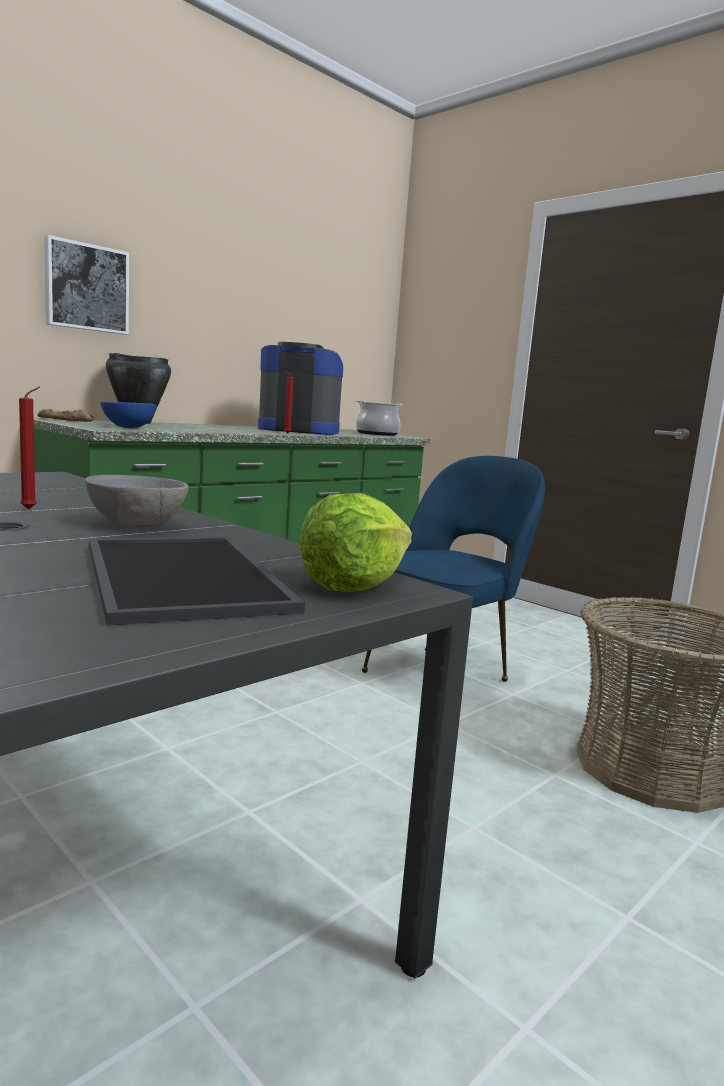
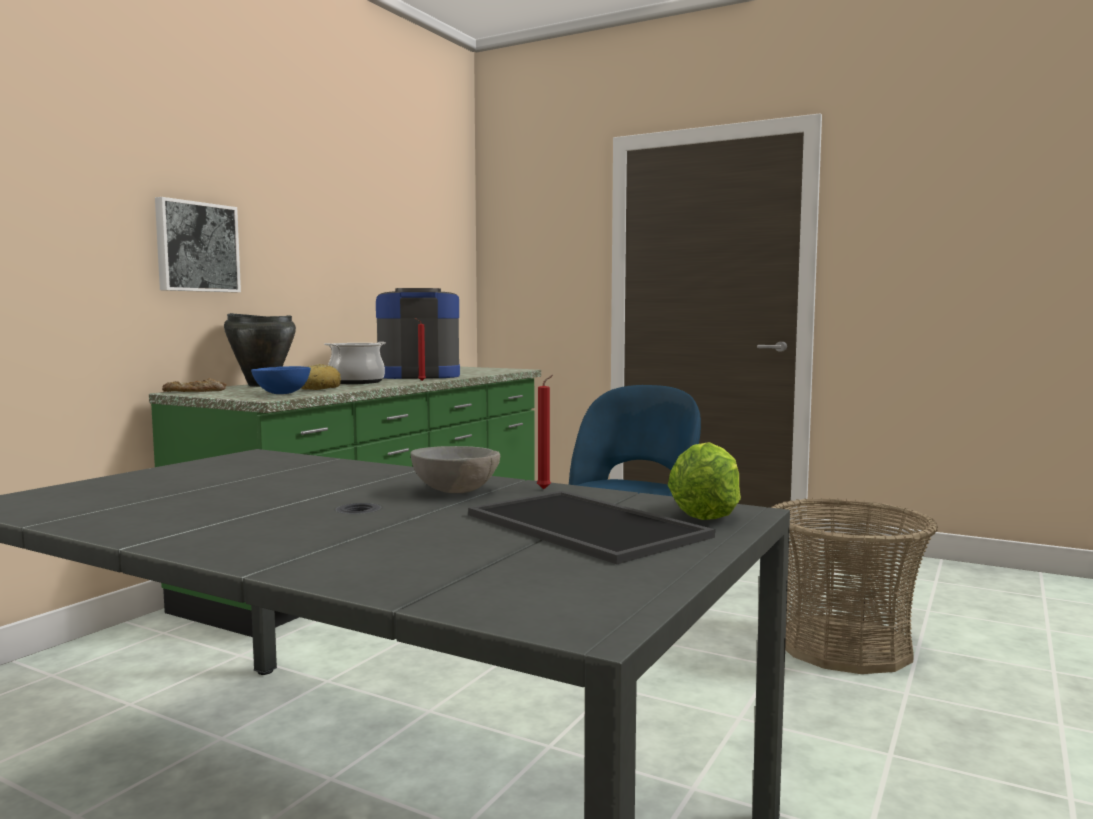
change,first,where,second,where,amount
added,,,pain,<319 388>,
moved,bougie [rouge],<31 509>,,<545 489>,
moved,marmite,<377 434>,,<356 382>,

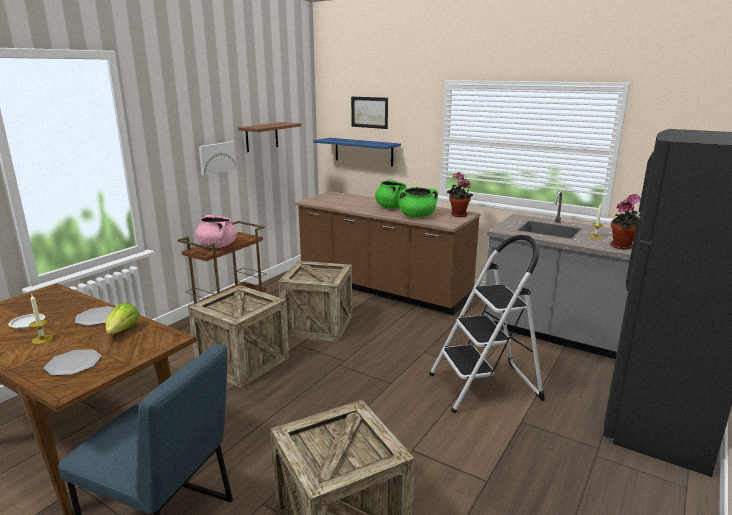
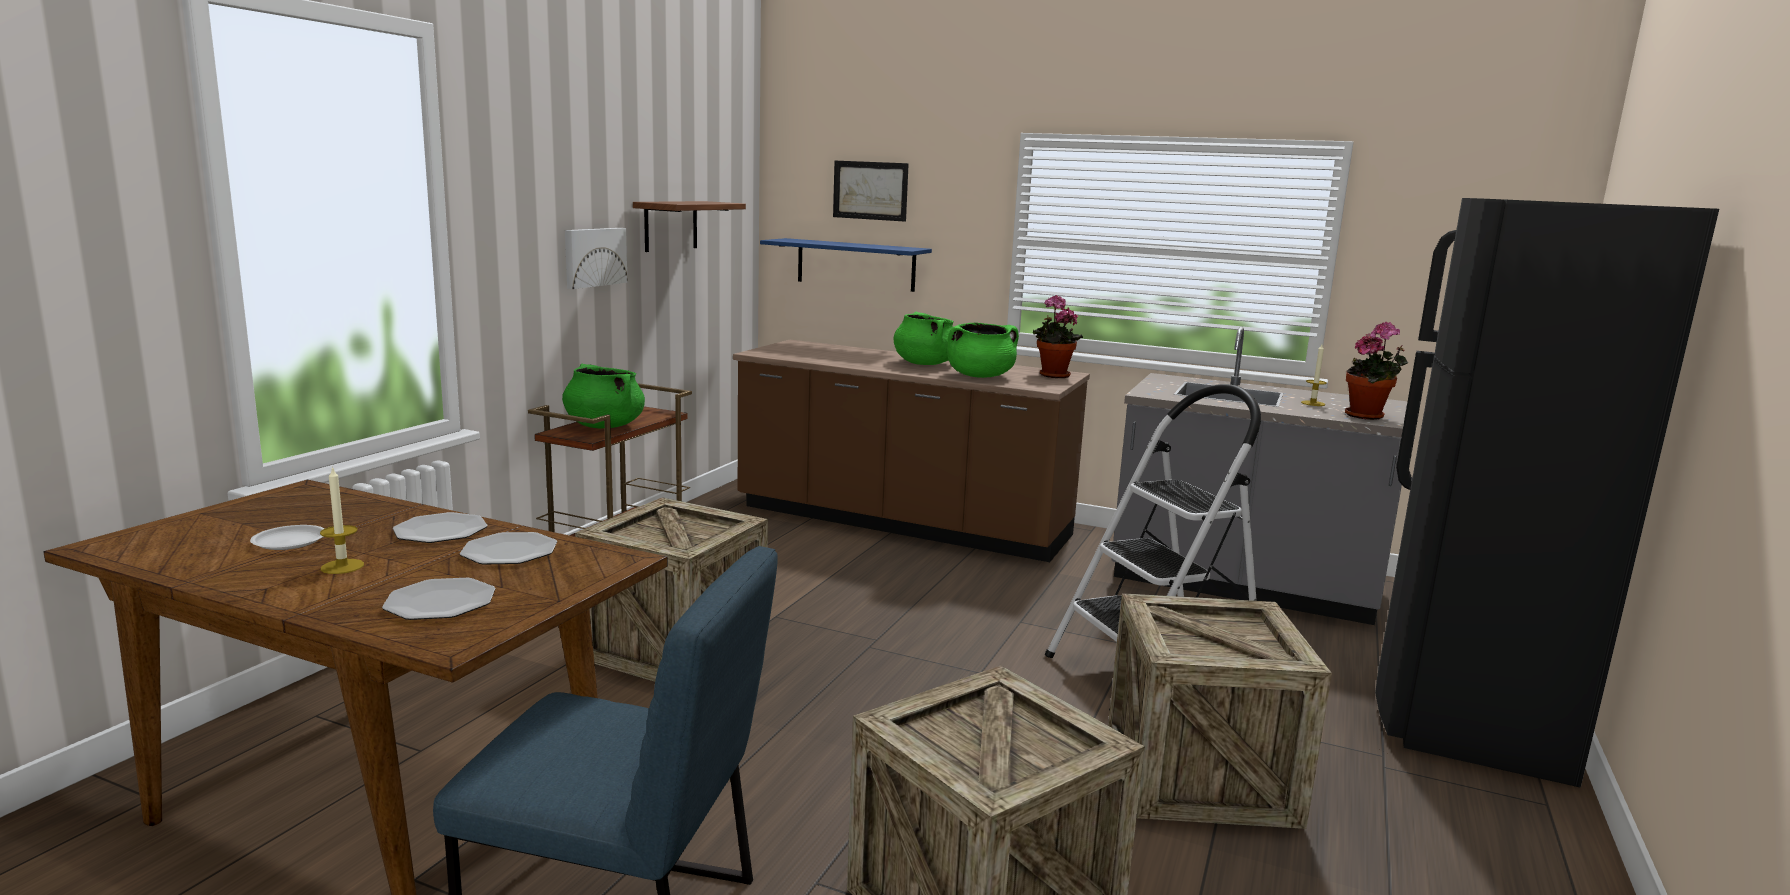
change,first,where,second,where,amount
moved,caisse,<318 325>,,<1199 775>,
replaced,laitue,<122 332>,assiette,<509 551>,
recoloured,marmite [rose],<217 246>,marmite [vert],<604 426>,

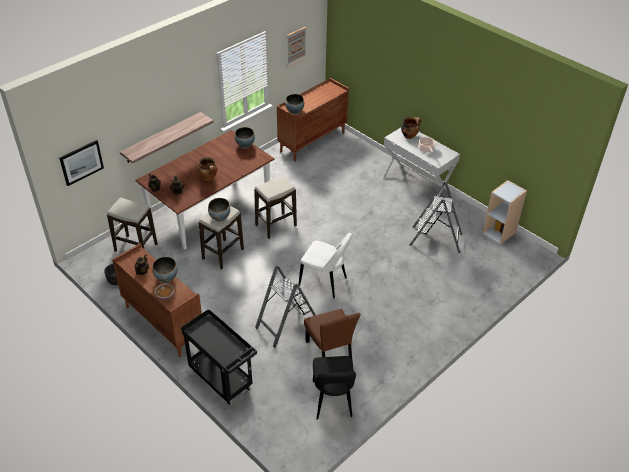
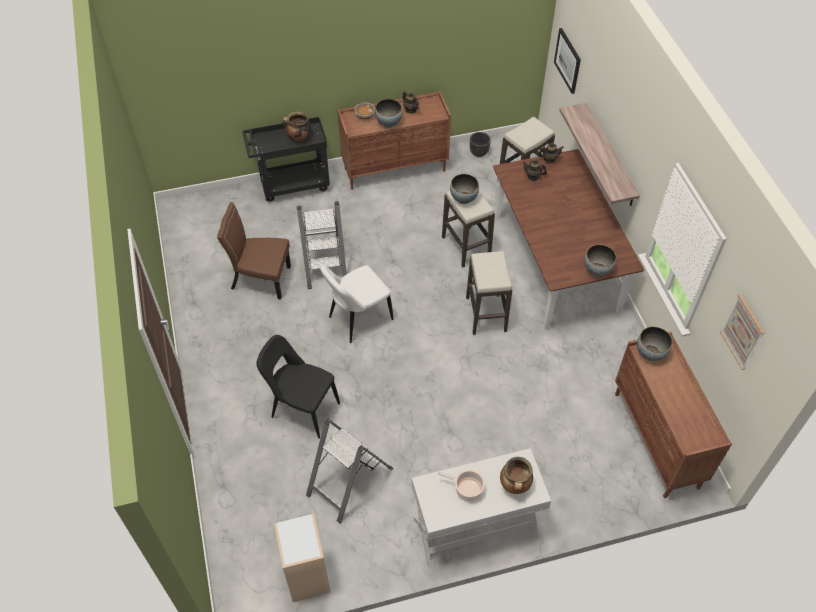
change,first,where,second,where,amount
moved,marmite,<208 178>,,<299 137>,
moved,chaise [noir],<332 401>,,<302 409>,

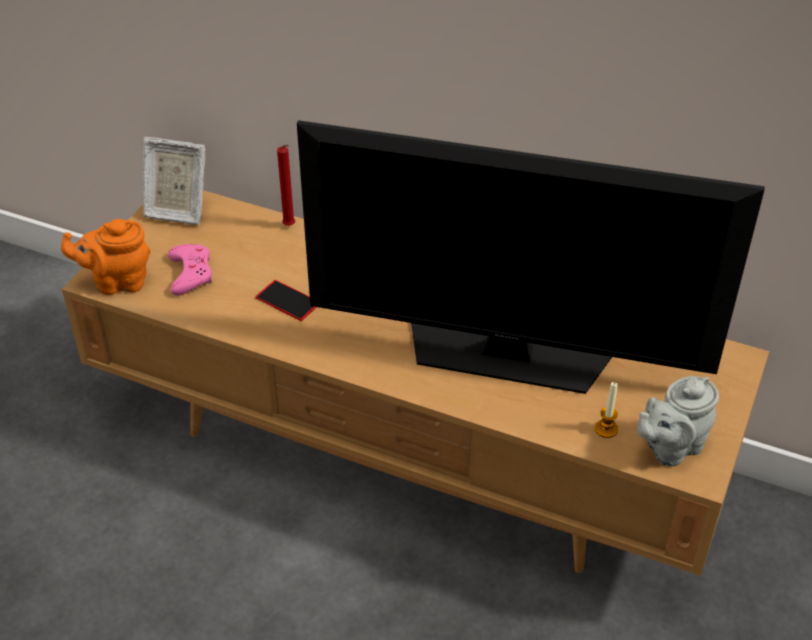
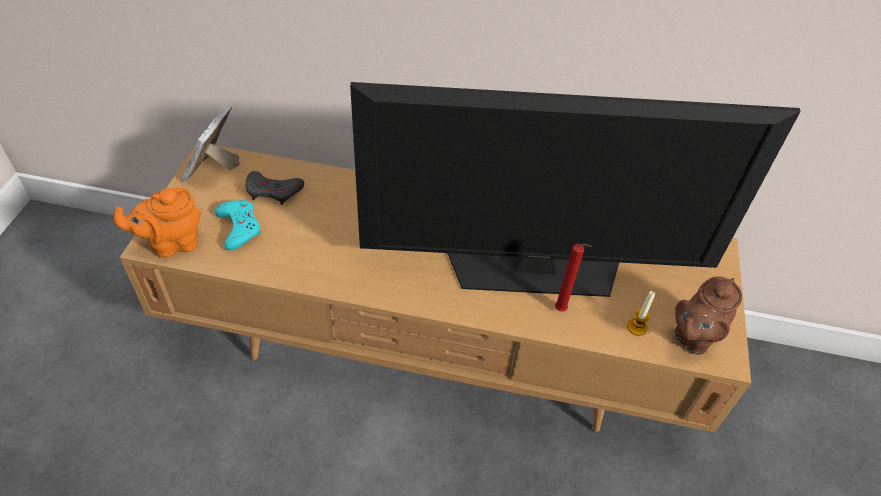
change,first,where,second,where,amount
removed,téléphone,<288 300>,,,
added,,,manette [gris],<273 191>,
moved,bougie [rouge],<290 227>,,<562 310>,
recoloured,manette [rose],<190 273>,manette [turquoise],<239 227>,
recoloured,théière [gris],<670 447>,théière [marron],<693 337>,
turned,cadre photo,<176 210>,,<213 169>,105 degrees clockwise

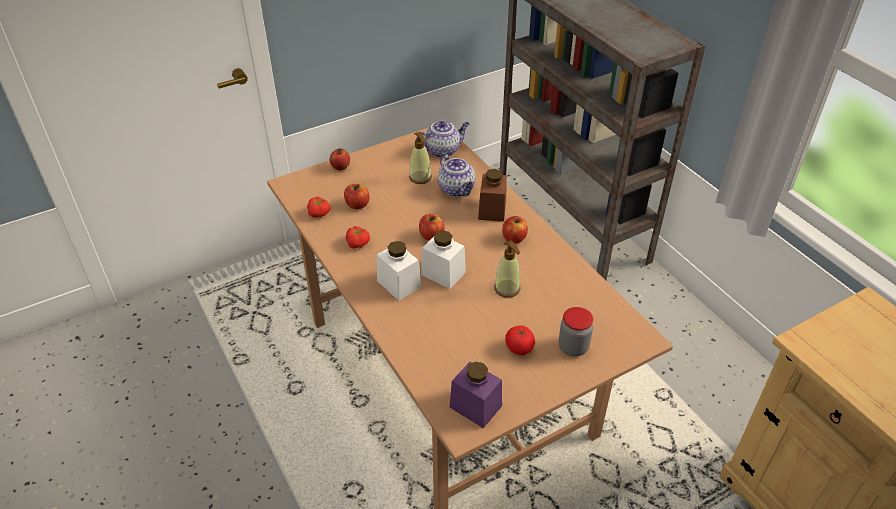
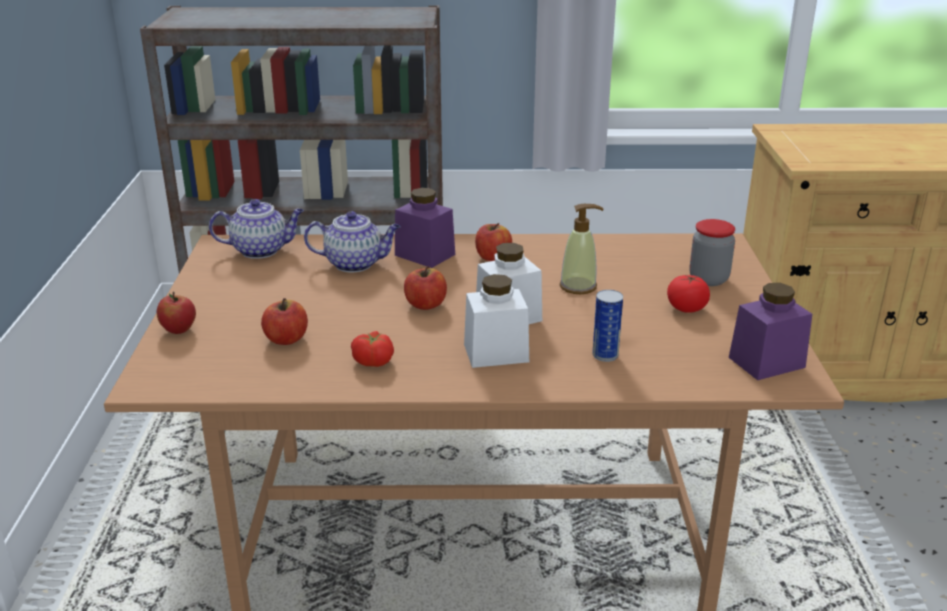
change,first,where,second,where,amount
removed,tomate,<319 213>,,,
removed,distributeur de savon,<420 177>,,,
added,,,boîte métallique,<605 355>,
recoloured,bocal [marron],<492 210>,bocal [violet],<425 255>,
turned,théière,<443 150>,,<261 250>,75 degrees clockwise

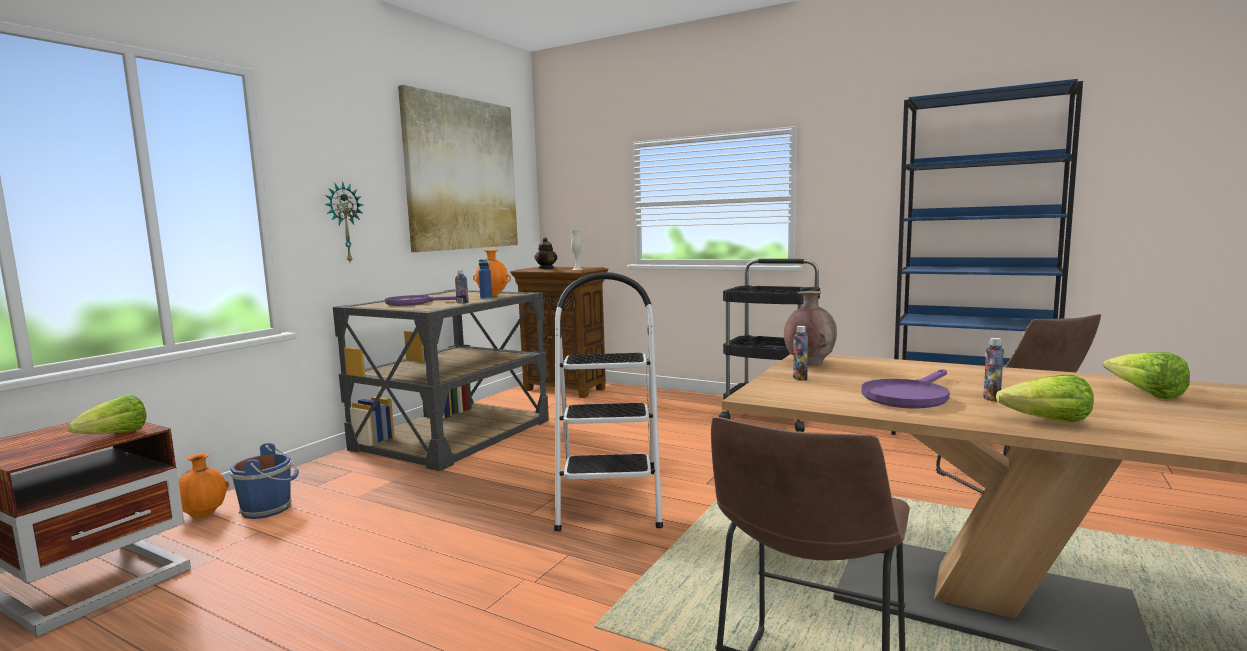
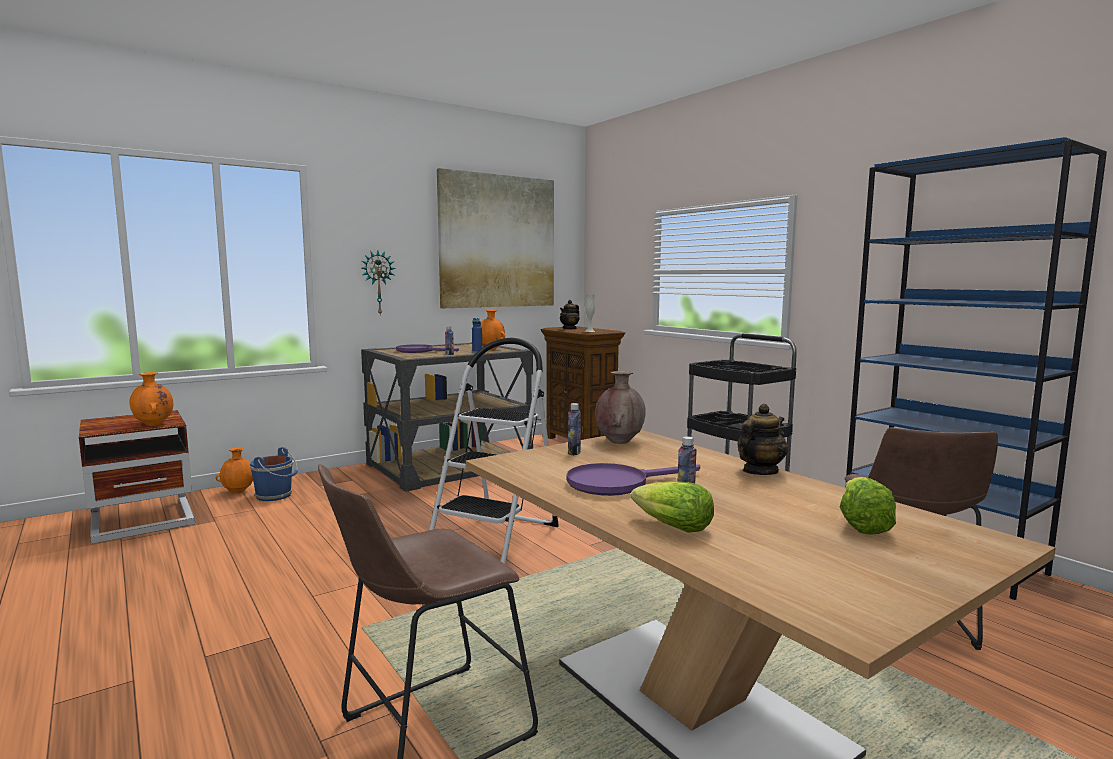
change,first,where,second,where,amount
added,,,théière,<759 471>,
replaced,laitue,<115 435>,vase [orange],<154 425>,

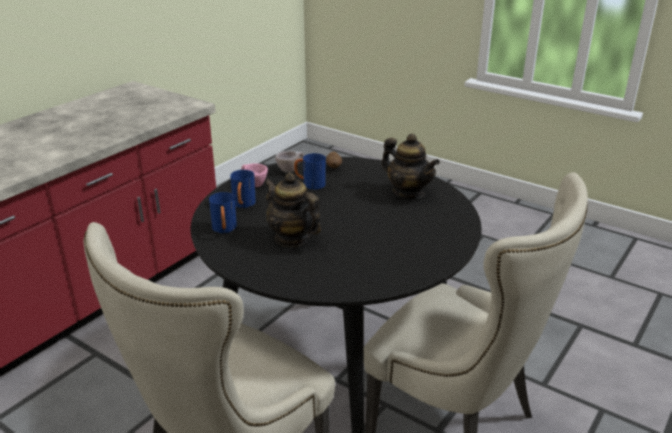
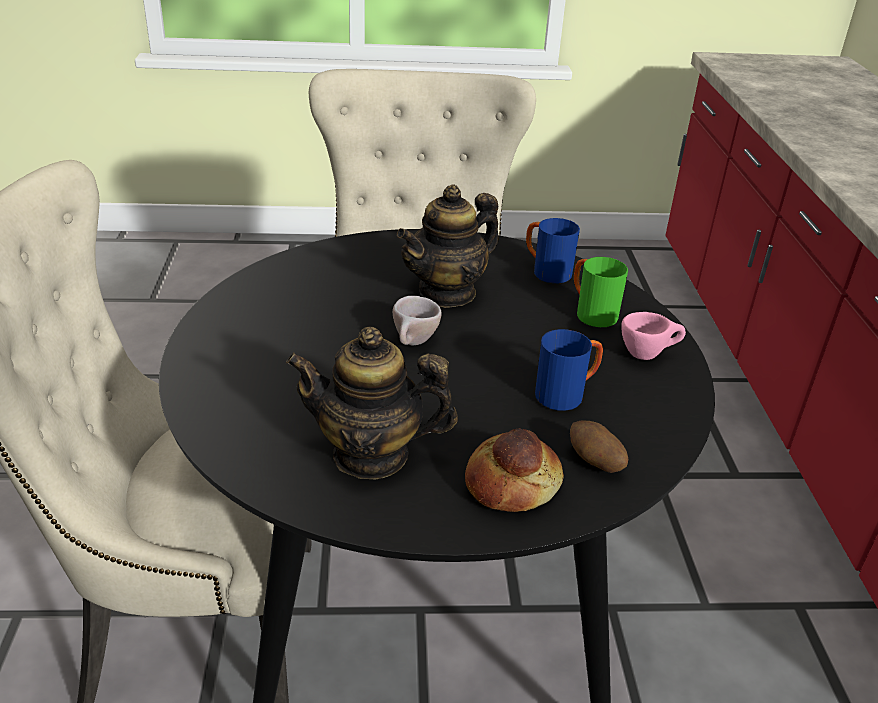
change,first,where,second,where,amount
added,,,pain,<511 483>,
moved,tasse [beige],<290 170>,,<413 344>,
recoloured,mug [bleu],<243 205>,mug [vert],<590 313>,
turned,théière,<292 238>,,<447 292>,135 degrees clockwise

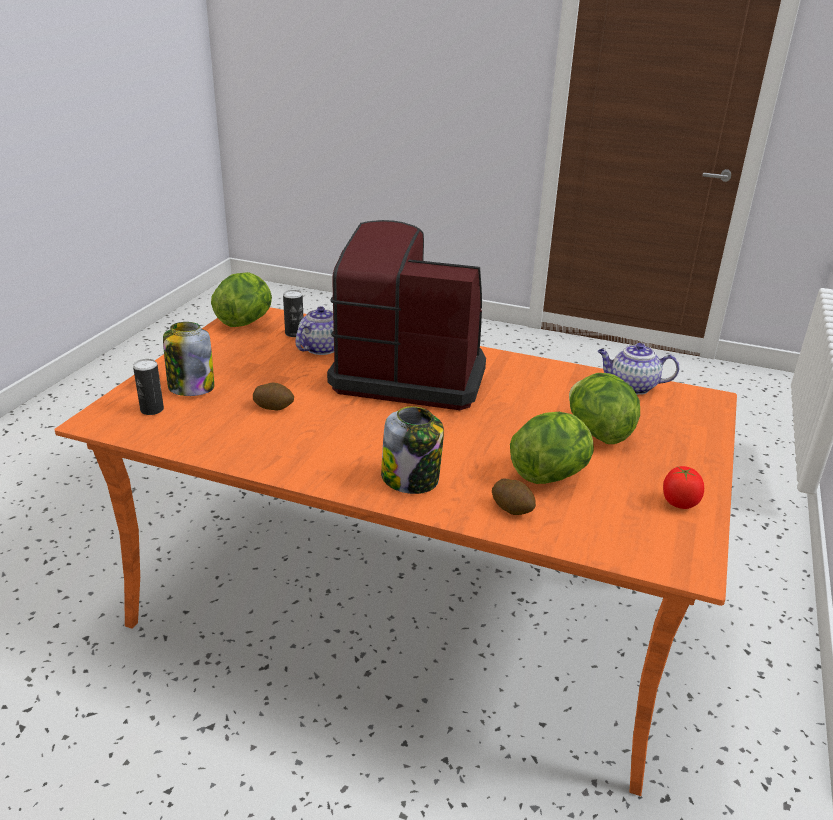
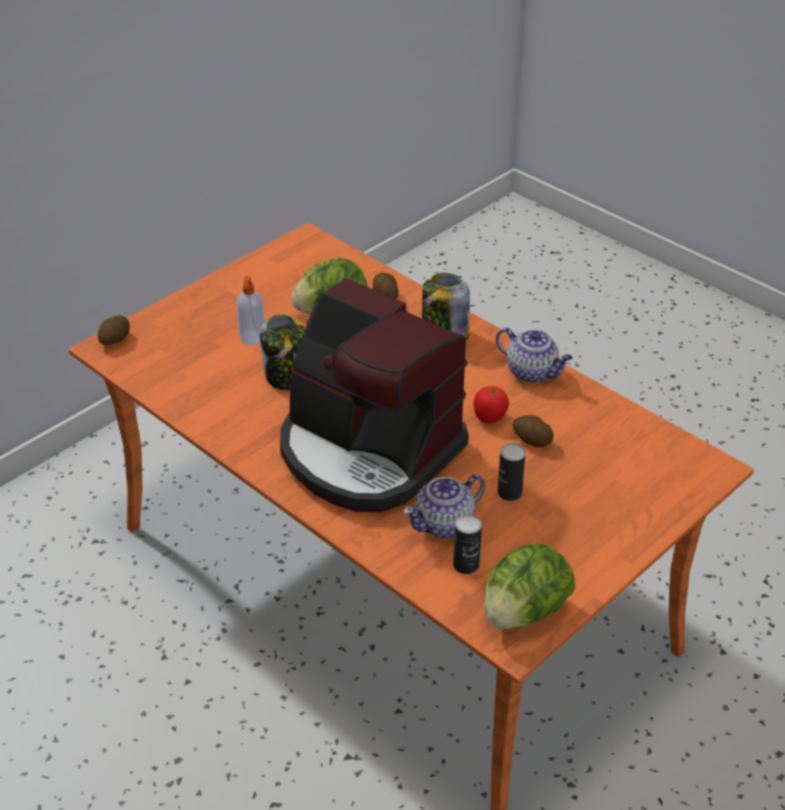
change,first,where,second,where,amount
added,,,pomme de terre,<115 340>,
moved,boîte métallique,<152 410>,,<509 493>,
moved,bocal,<190 387>,,<287 376>,
moved,théière,<632 387>,,<532 372>,
moved,tomate,<679 503>,,<489 417>,
replaced,laitue,<597 432>,distributeur de savon,<252 338>,

